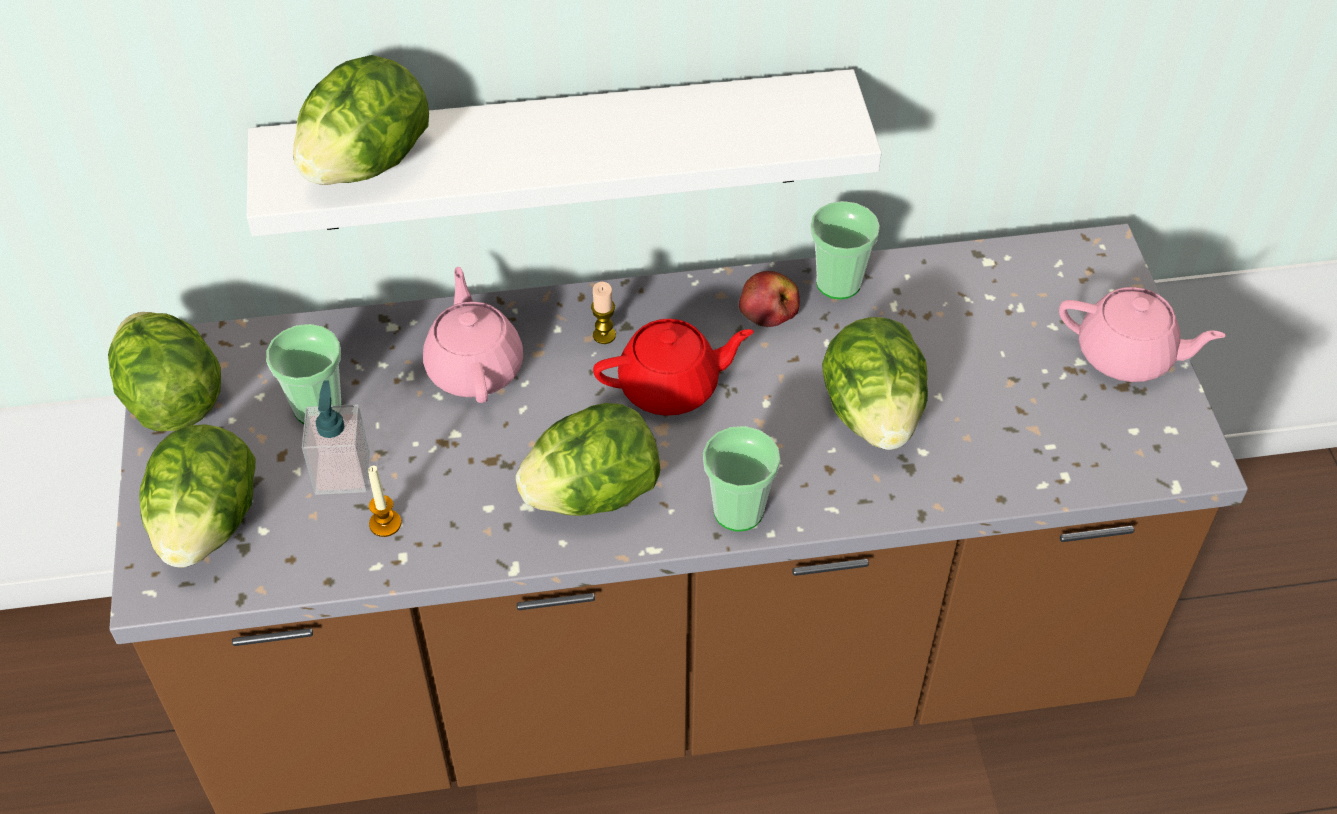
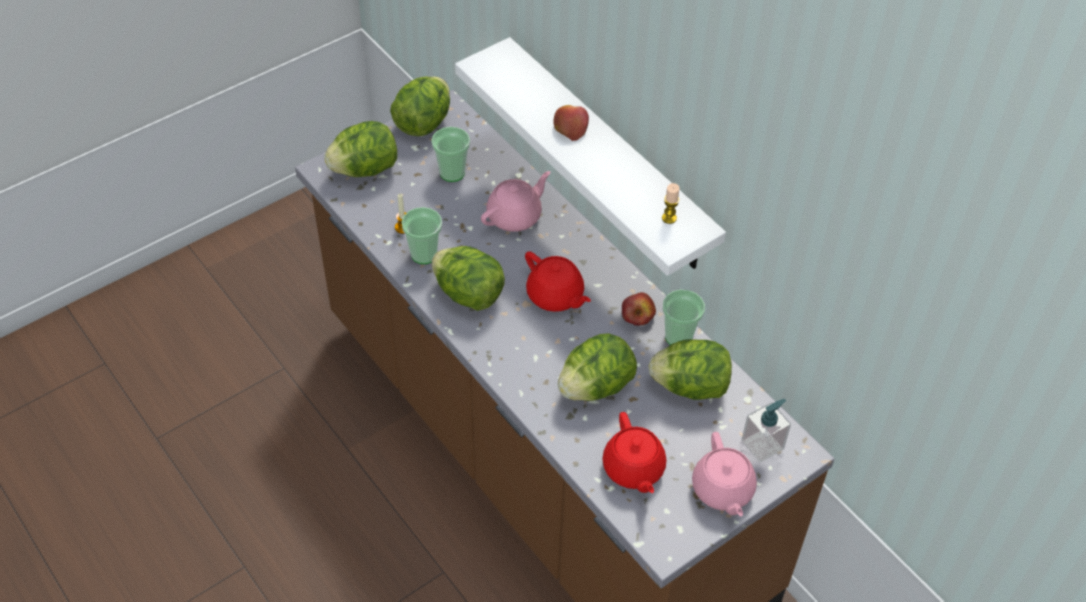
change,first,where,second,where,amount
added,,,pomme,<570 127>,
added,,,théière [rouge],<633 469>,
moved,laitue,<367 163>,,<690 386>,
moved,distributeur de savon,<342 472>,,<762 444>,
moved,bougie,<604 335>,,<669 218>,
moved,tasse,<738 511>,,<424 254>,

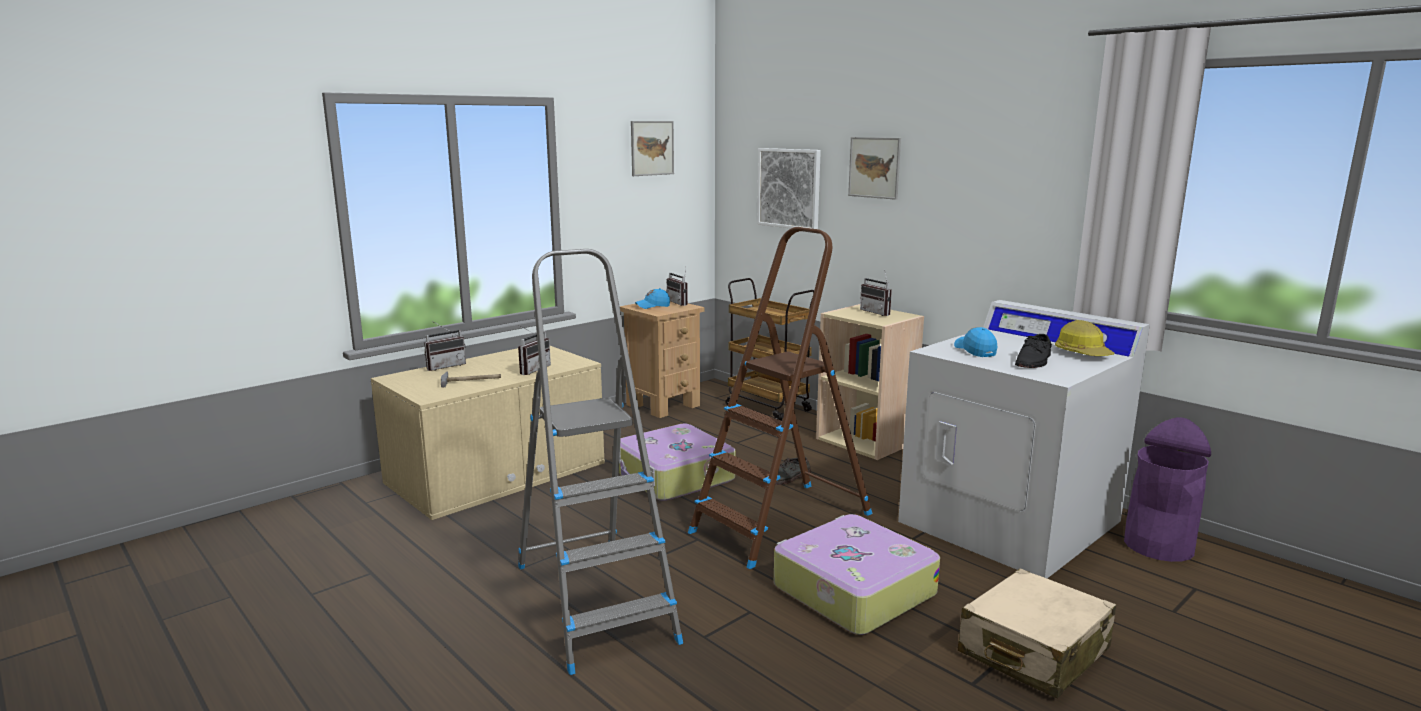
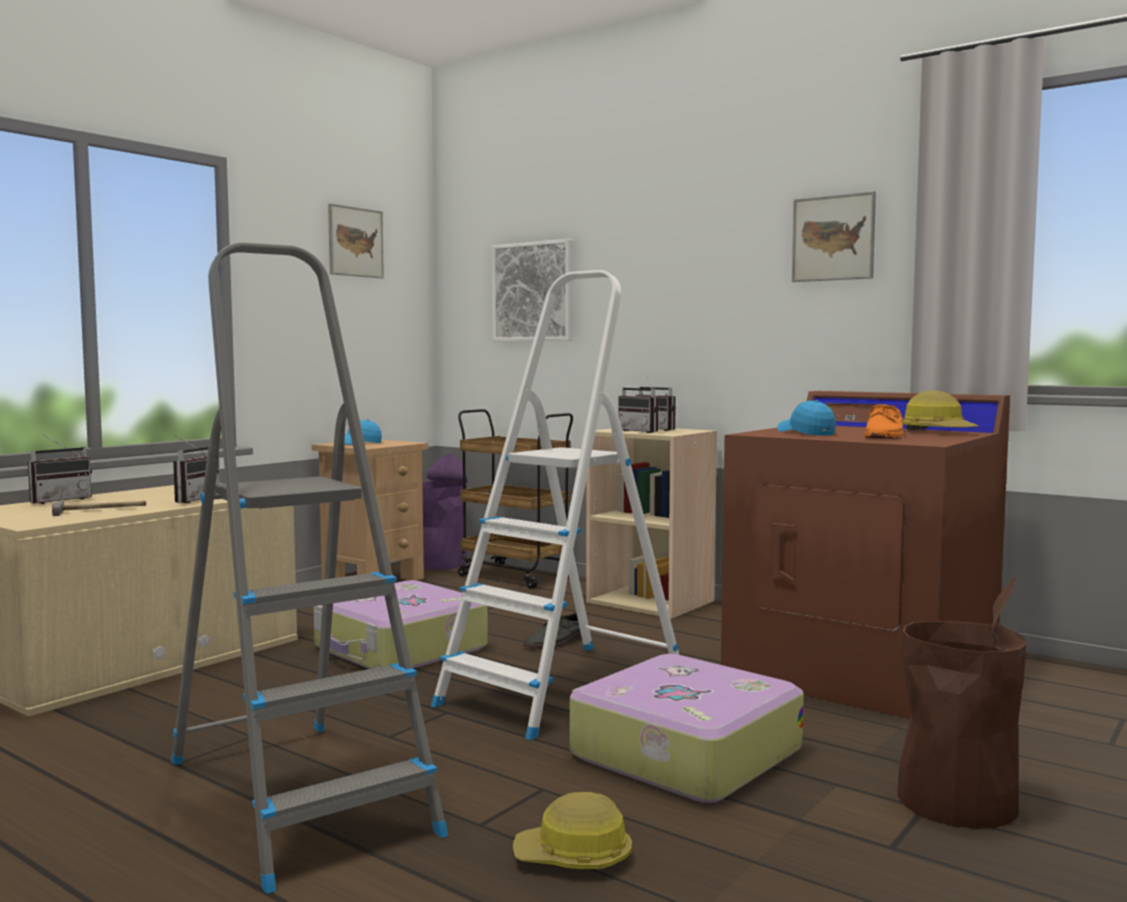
change,first,where,second,where,amount
added,,,casque de chantier,<574 858>,
moved,radio,<680 303>,,<642 431>,
moved,tableau,<874 167>,,<833 238>,
moved,poubelle [violet],<1158 546>,,<440 563>,
replaced,valise [beige],<1033 651>,poubelle [marron],<956 801>,
recoloured,escabeau [marron],<781 523>,escabeau [blanc],<562 688>,
recoloured,lave-linge [blanc],<1010 522>,lave-linge [marron],<864 668>,
recoloured,chaussure [noir],<1034 361>,chaussure [orange],<885 436>,

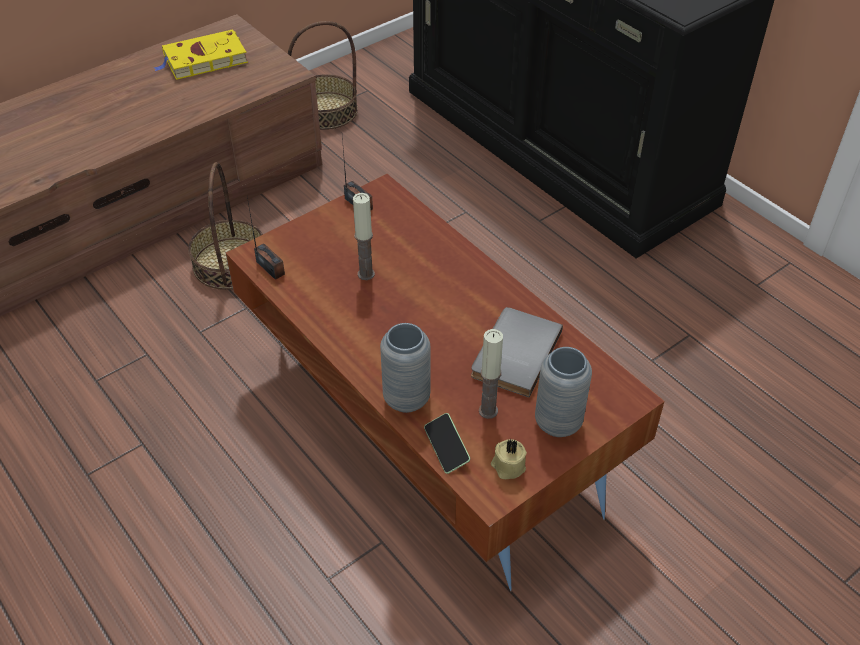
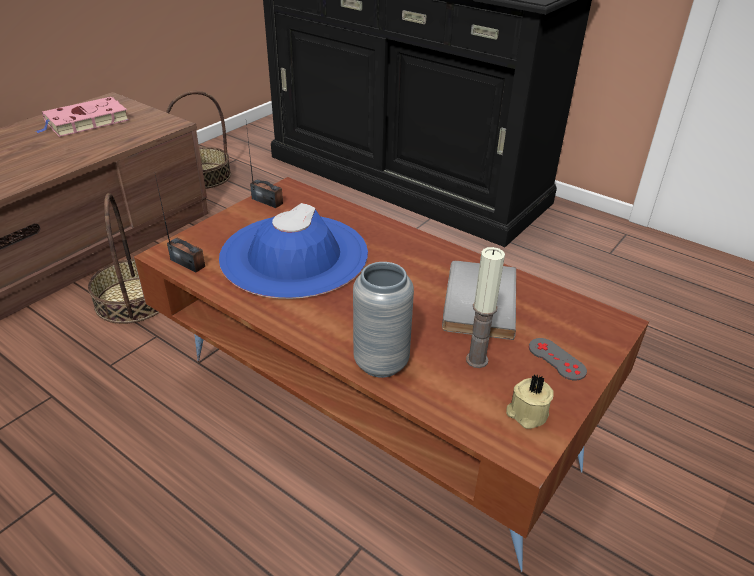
change,first,where,second,where,amount
removed,téléphone,<446 448>,,,
replaced,bougie,<366 274>,chapeau [bleu],<294 255>,
replaced,vase [gris],<558 423>,manette [gris],<556 359>,
recoloured,livre [jaune],<203 60>,livre [rose],<85 122>,

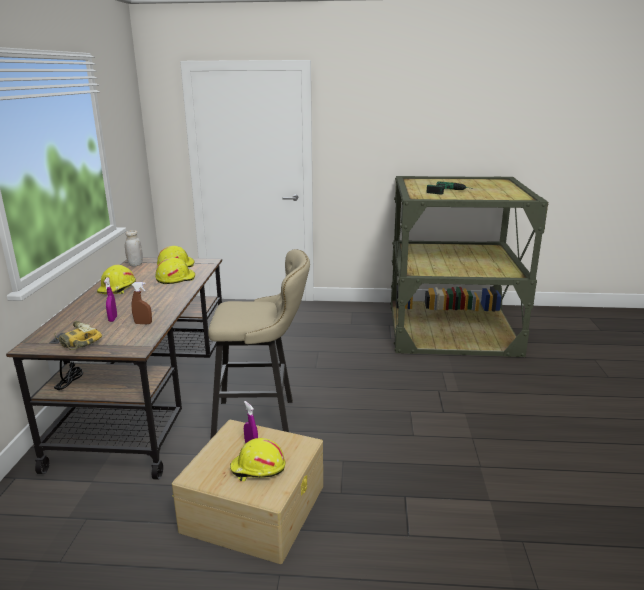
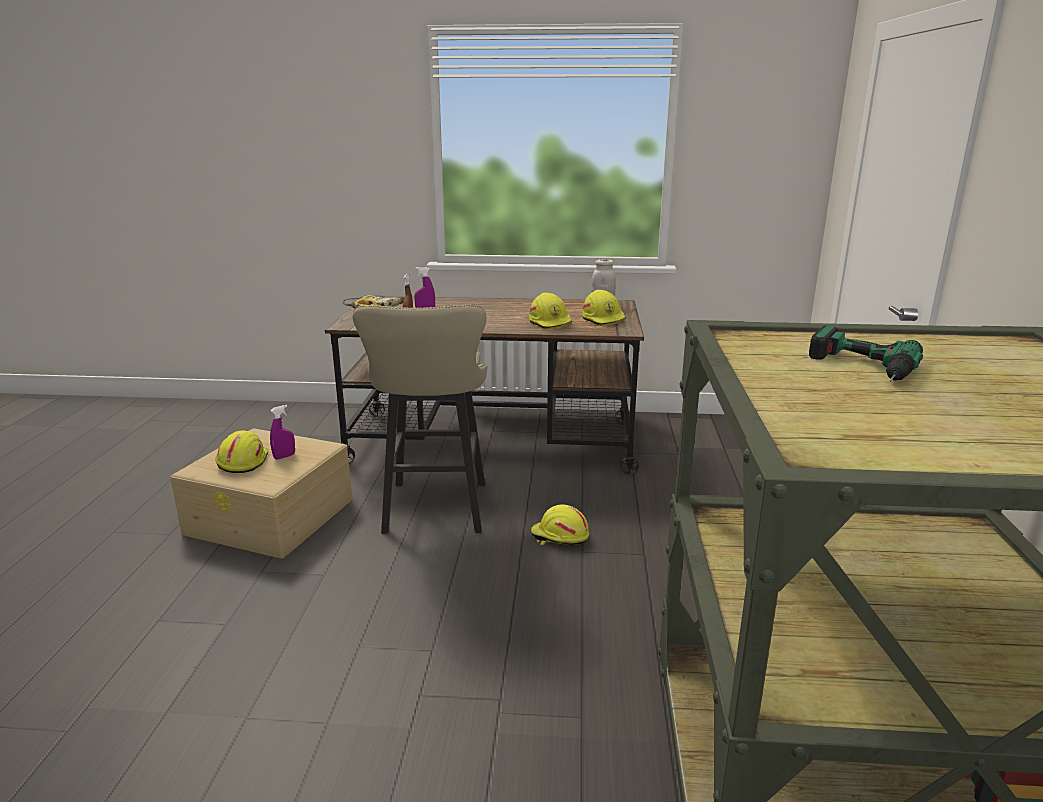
change,first,where,second,where,amount
moved,casque de chantier [jaune],<118 288>,,<559 537>,

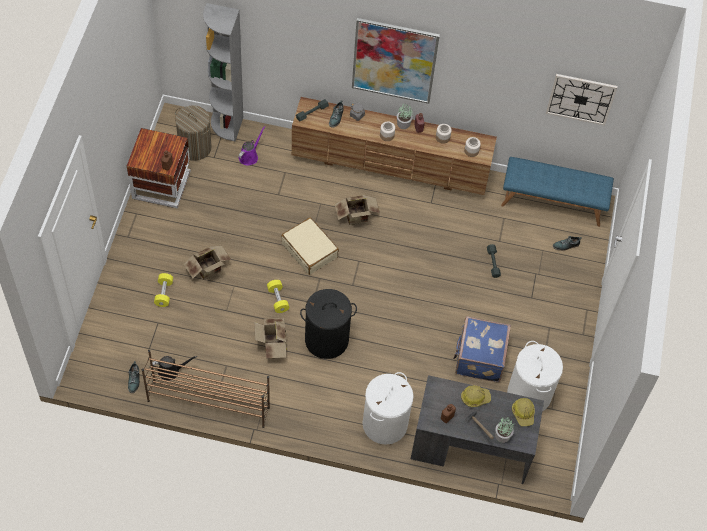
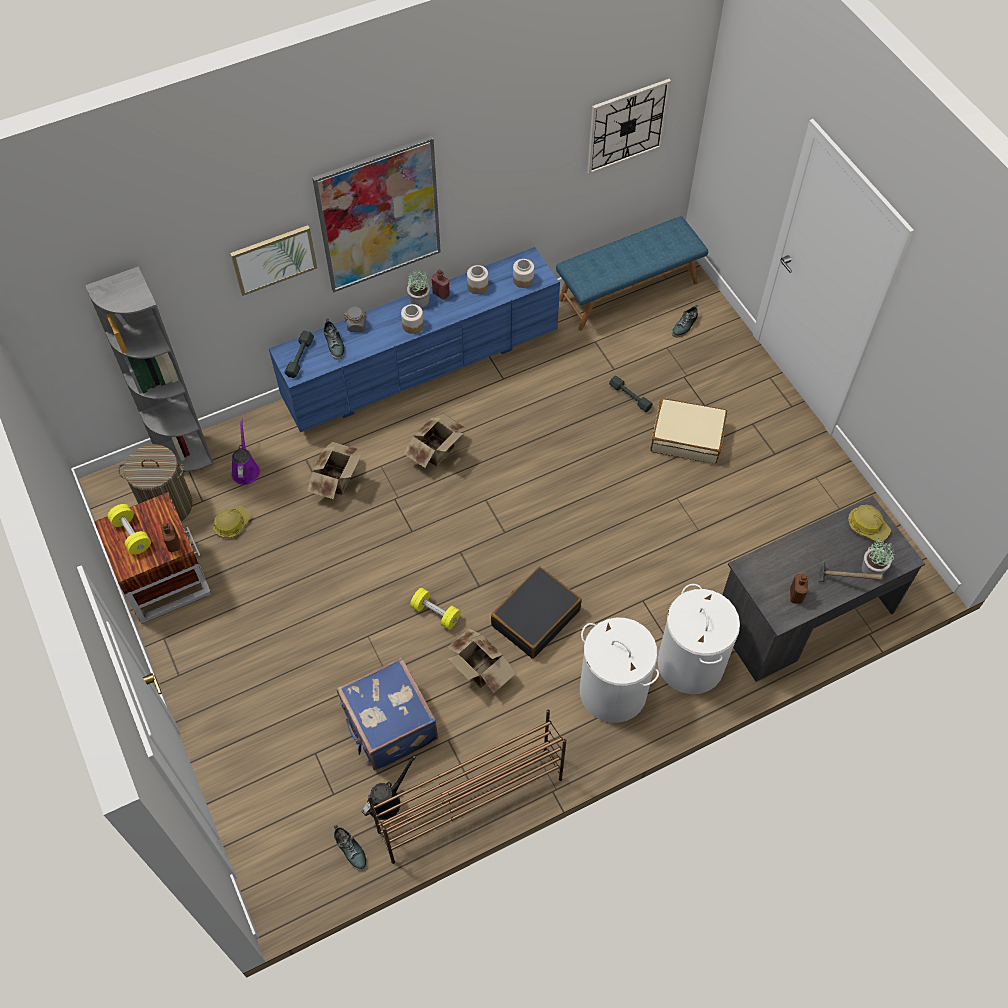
change,first,where,second,where,amount
added,,,tableau,<274 259>,
moved,haltère [jaune],<164 293>,,<132 534>,
moved,carton,<209 270>,,<338 480>,
moved,valise [beige],<310 250>,,<687 437>,
moved,valise [bleu],<479 358>,,<389 726>,
moved,casque de chantier,<475 397>,,<232 524>,
moved,panier à linge [blanc],<529 394>,,<612 691>,
replaced,panier à linge [noir],<326 340>,valise [noir],<535 617>,
recoloured,meuble de rangement [marron],<390 167>,meuble de rangement [bleu],<421 371>,

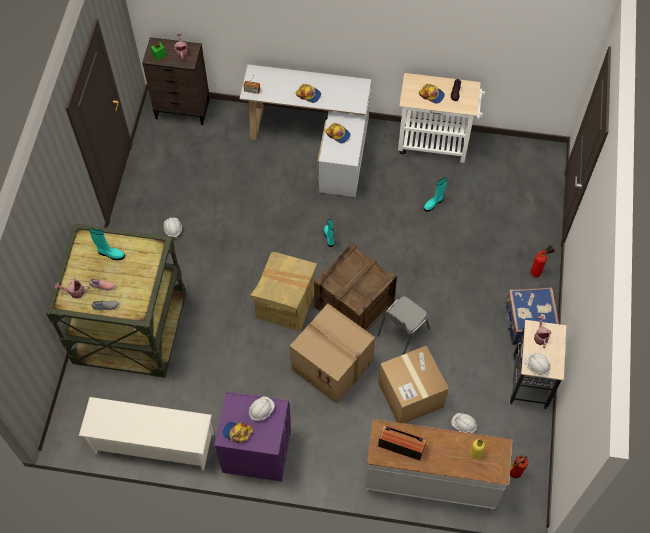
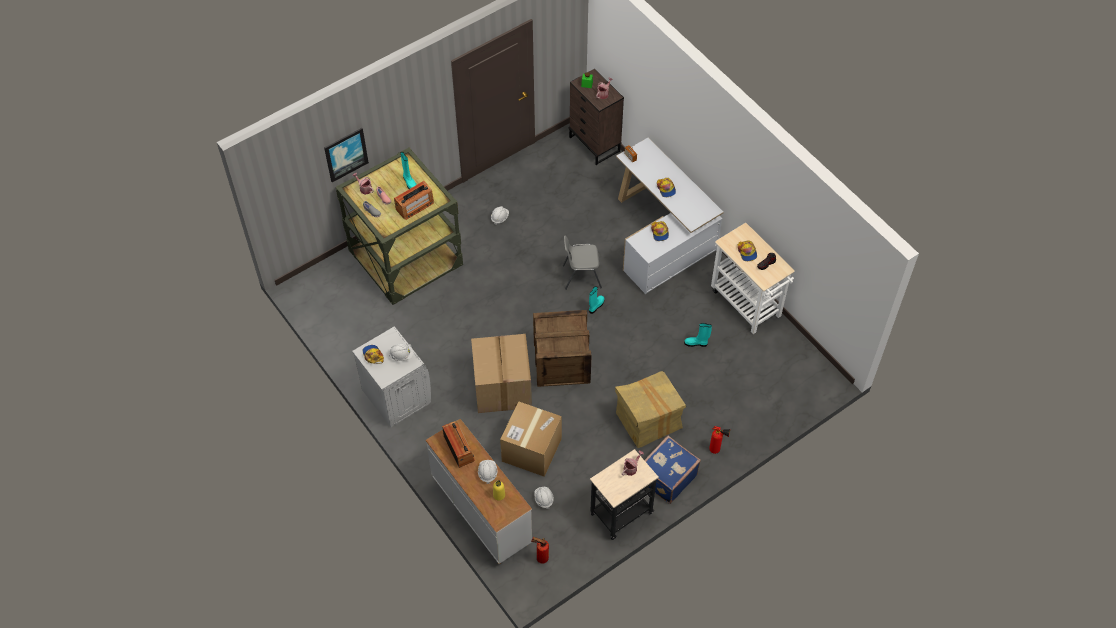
change,first,where,second,where,amount
removed,étagère à chaussures [blanc],<153 444>,,,
added,,,tableau,<346 154>,
added,,,radio,<415 206>,
moved,carton,<286 302>,,<648 421>,
moved,chaise [gris],<402 332>,,<581 276>,
moved,casque de chantier [blanc],<536 366>,,<487 473>,
recoloured,lave-linge [violet],<256 451>,lave-linge [blanc],<396 396>,

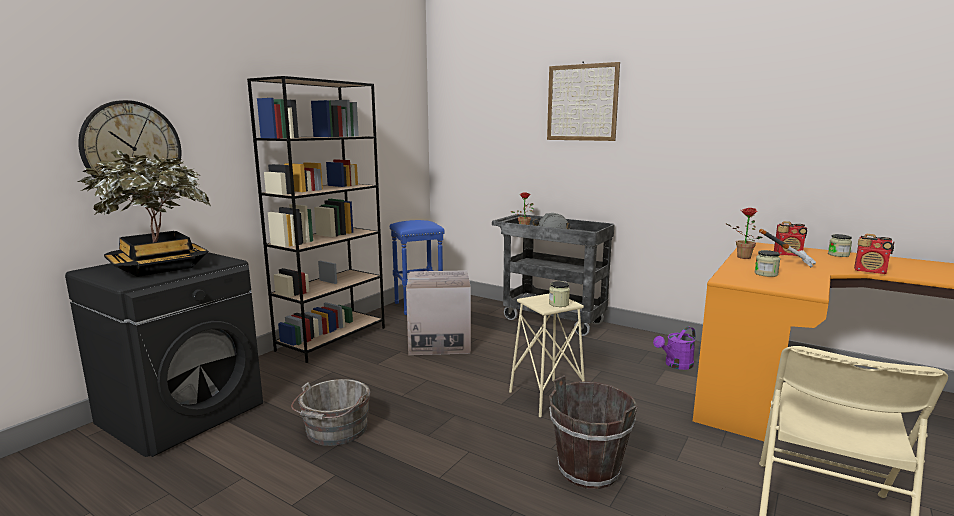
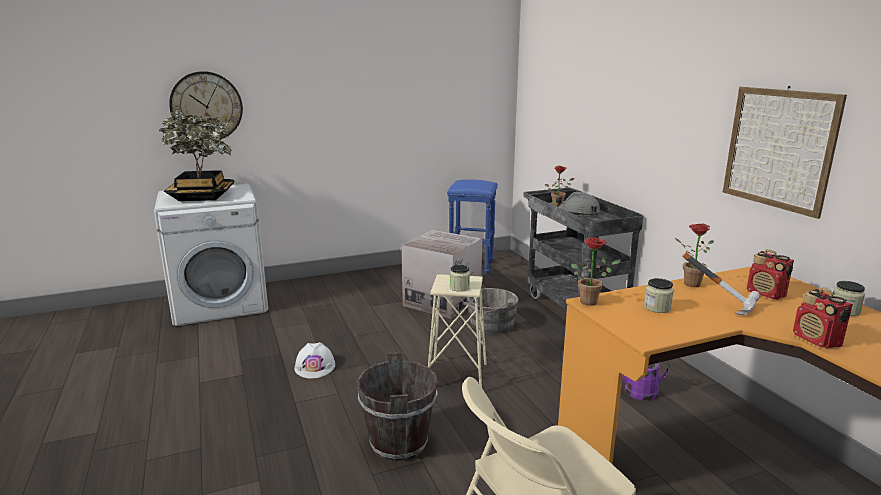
change,first,where,second,where,amount
removed,bibliothèque [beige],<332 338>,,,
added,,,casque de chantier [blanc],<315 366>,
added,,,plante en pot,<592 301>,
moved,seau [gris],<335 431>,,<489 324>,
moved,tableau,<582 101>,,<779 146>,
recoloured,lave-linge [noir],<186 412>,lave-linge [blanc],<221 304>,

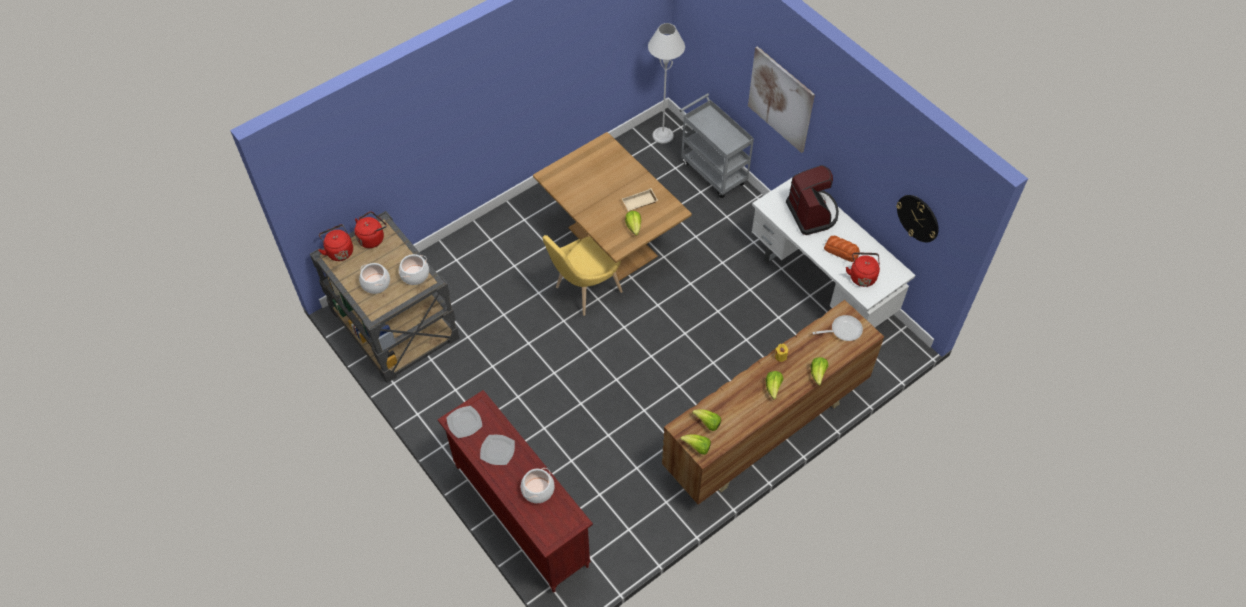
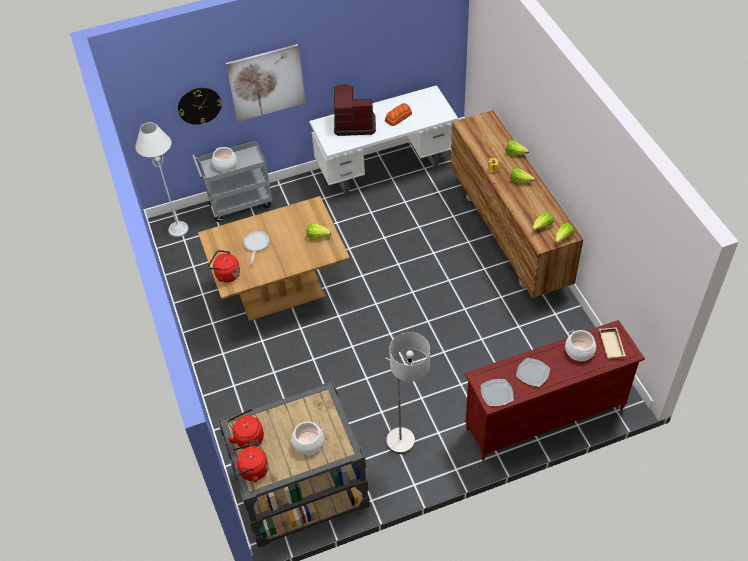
change,first,where,second,where,amount
removed,chaise [jaune],<584 291>,,,
added,,,lampadaire [gris],<408 445>,
moved,marmite,<415 275>,,<225 165>,
moved,plateau [beige],<639 203>,,<612 345>,
moved,poêle,<843 330>,,<256 245>,
moved,bouilloire [rouge],<862 276>,,<226 274>,
moved,horloge murale,<918 218>,,<199 105>,

